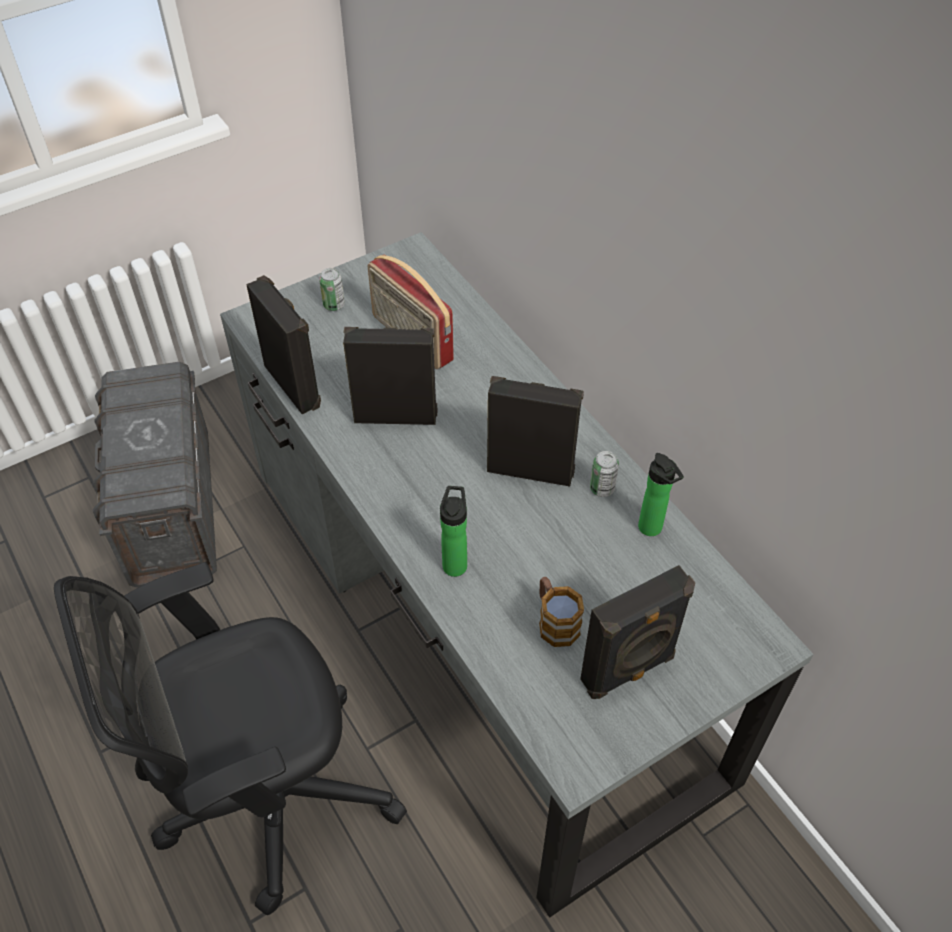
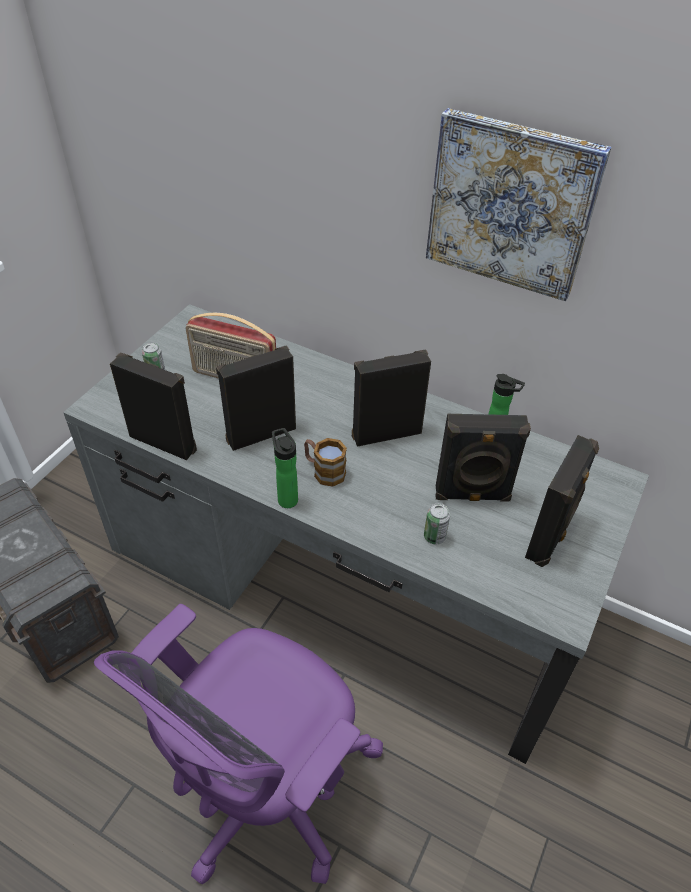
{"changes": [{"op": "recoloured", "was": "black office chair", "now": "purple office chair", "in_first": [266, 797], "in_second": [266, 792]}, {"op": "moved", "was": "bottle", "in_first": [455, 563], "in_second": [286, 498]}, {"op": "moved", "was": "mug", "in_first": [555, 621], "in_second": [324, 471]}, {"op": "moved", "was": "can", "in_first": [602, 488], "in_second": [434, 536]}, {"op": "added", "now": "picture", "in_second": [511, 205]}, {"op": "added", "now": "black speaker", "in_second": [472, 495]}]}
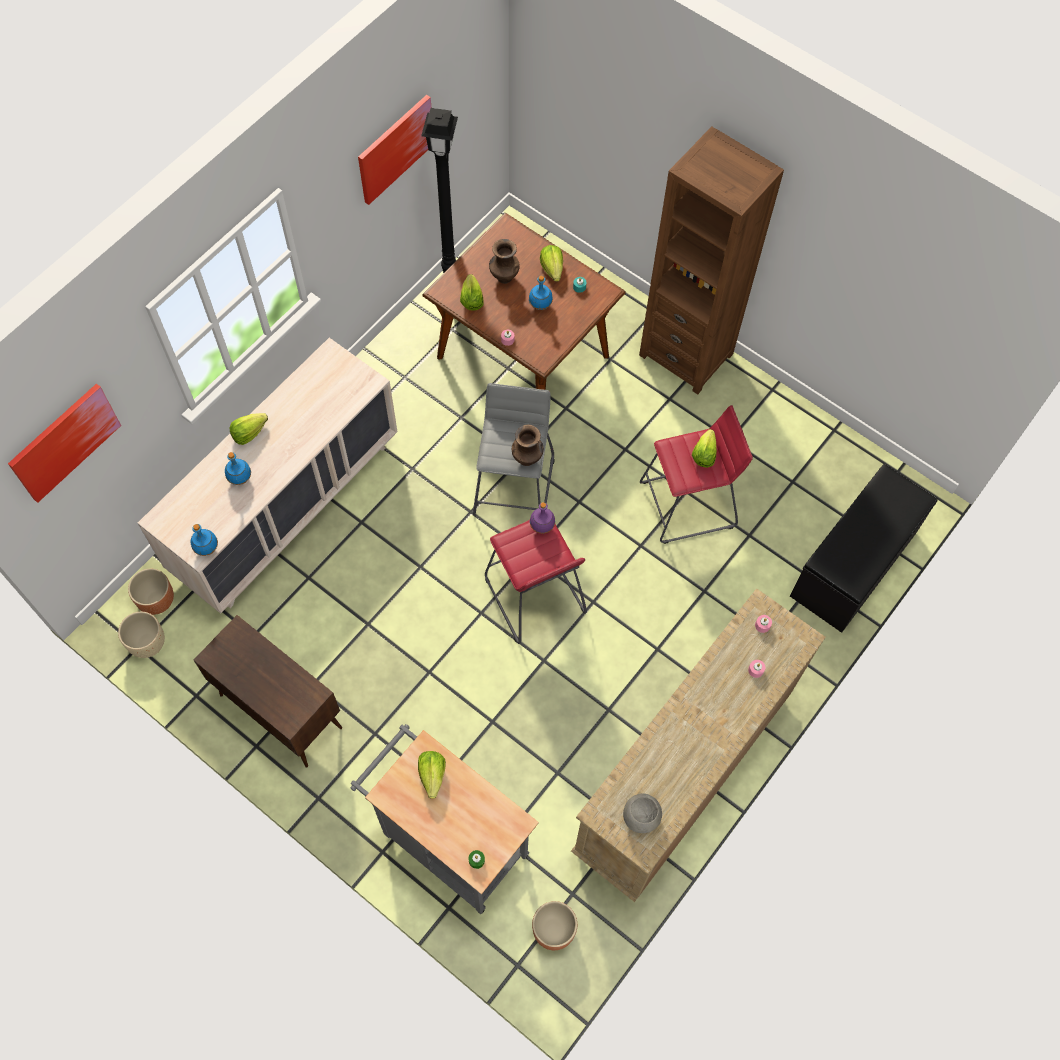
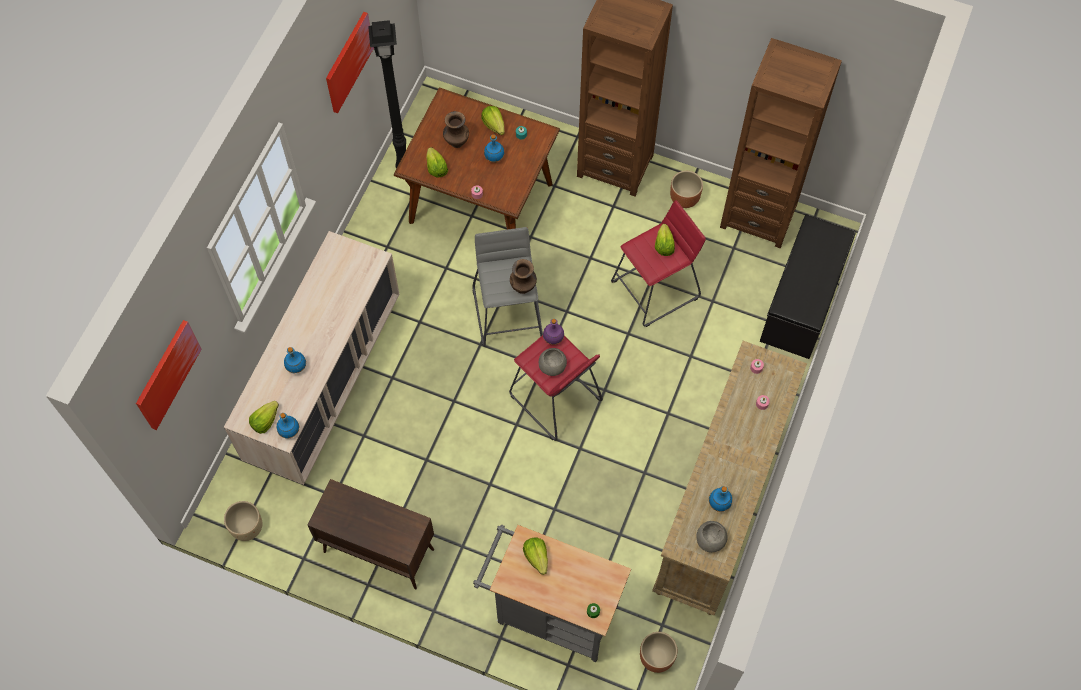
{"changes": [{"op": "moved", "was": "brown planter", "in_first": [157, 600], "in_second": [684, 198]}, {"op": "moved", "was": "lettuce", "in_first": [249, 433], "in_second": [265, 421]}, {"op": "added", "now": "grey bowl", "in_second": [552, 366]}, {"op": "added", "now": "blue bottle", "in_second": [719, 504]}, {"op": "added", "now": "brown bookcase", "in_second": [758, 216]}]}
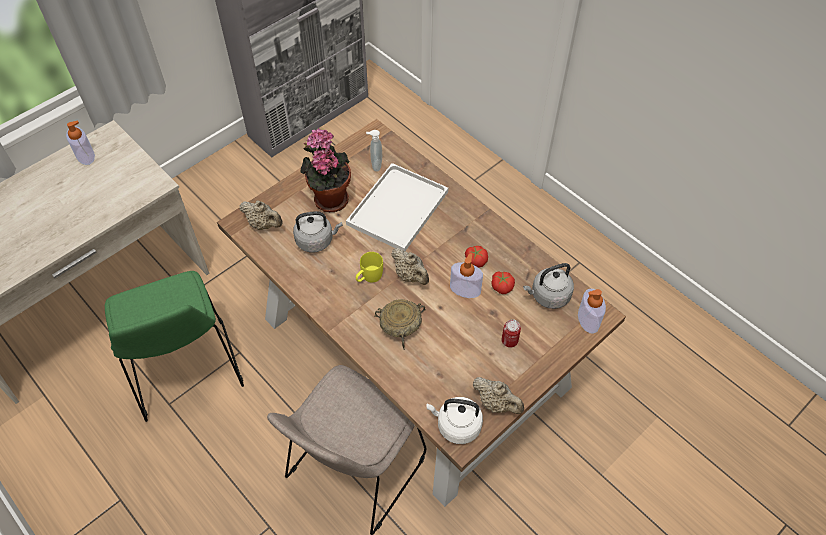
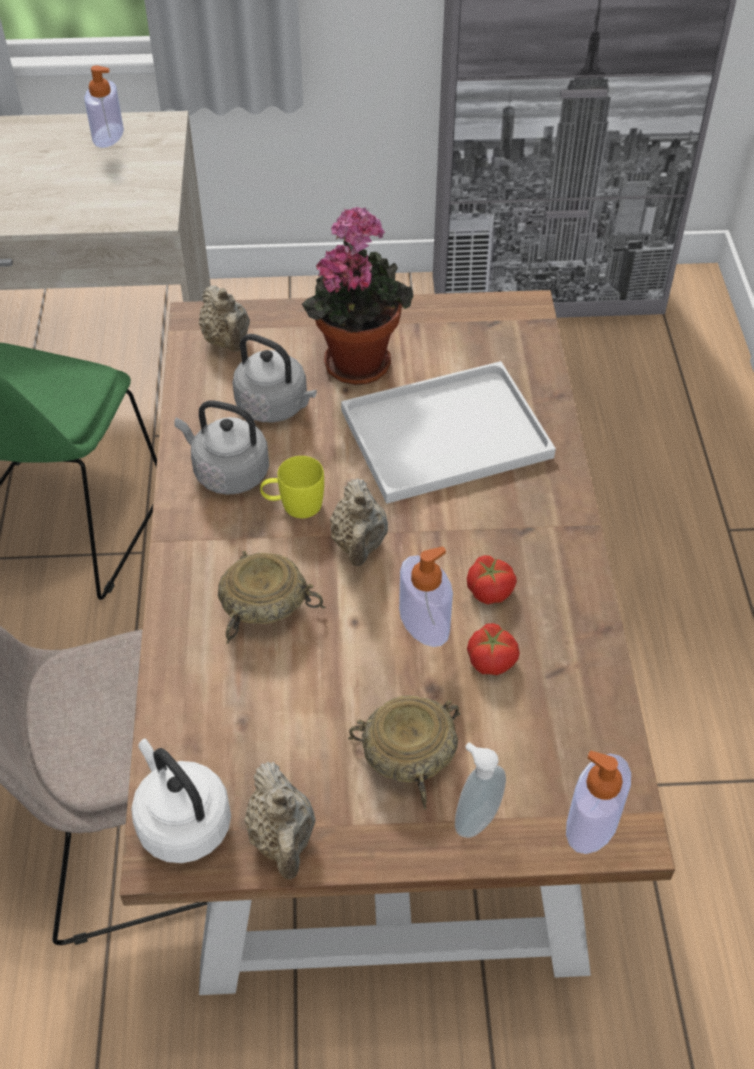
{"changes": [{"op": "moved", "was": "soap dispenser", "in_first": [375, 165], "in_second": [475, 818]}, {"op": "replaced", "was": "can", "now": "beige bowl", "in_first": [509, 341], "in_second": [411, 754]}, {"op": "moved", "was": "grey kettle", "in_first": [548, 296], "in_second": [227, 472]}]}
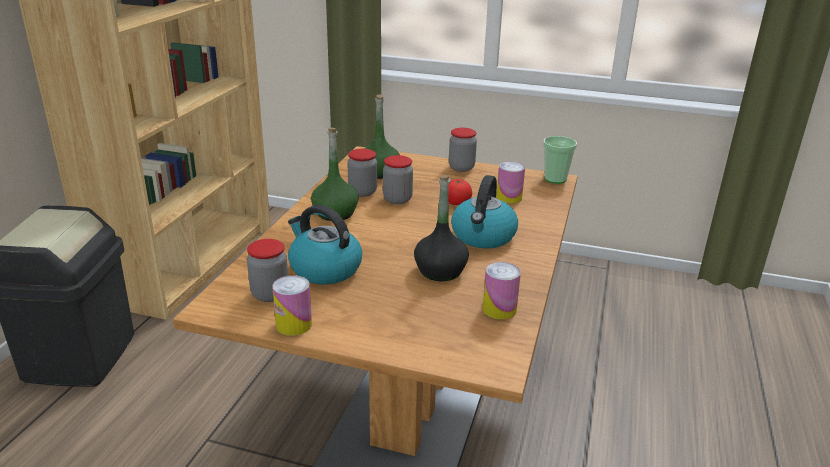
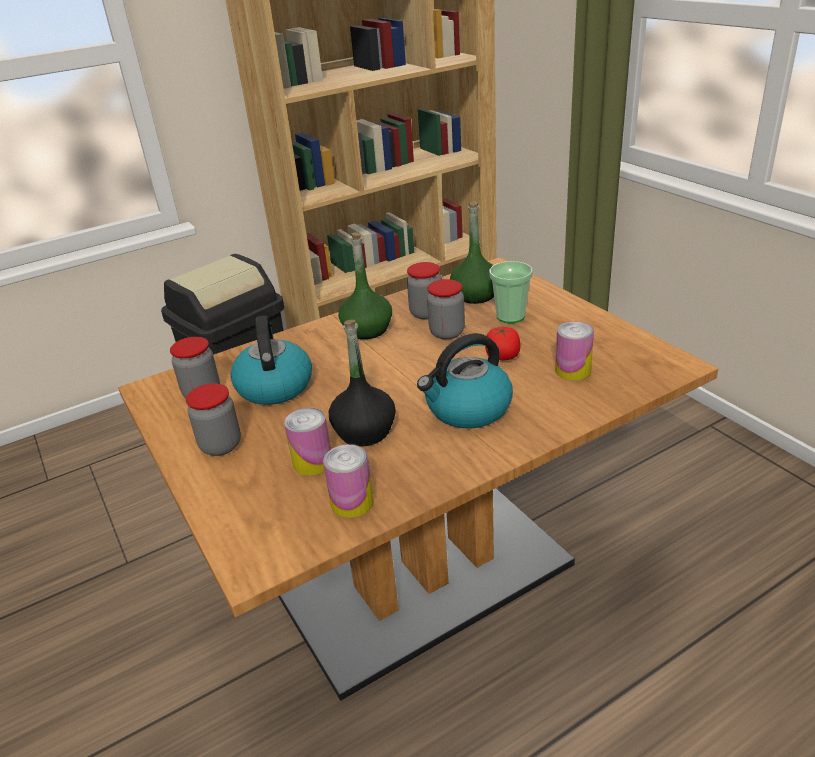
{"changes": [{"op": "moved", "was": "can", "in_first": [293, 325], "in_second": [312, 462]}, {"op": "moved", "was": "jar", "in_first": [461, 167], "in_second": [221, 445]}, {"op": "moved", "was": "cup", "in_first": [555, 179], "in_second": [510, 316]}]}
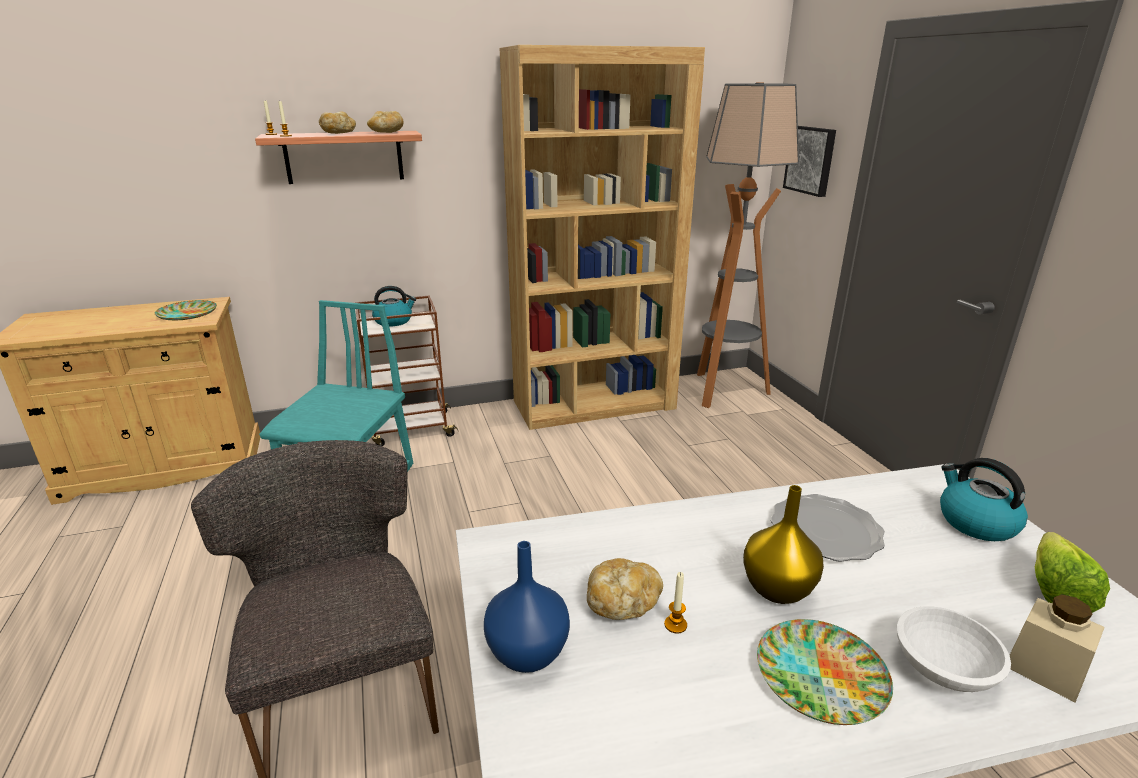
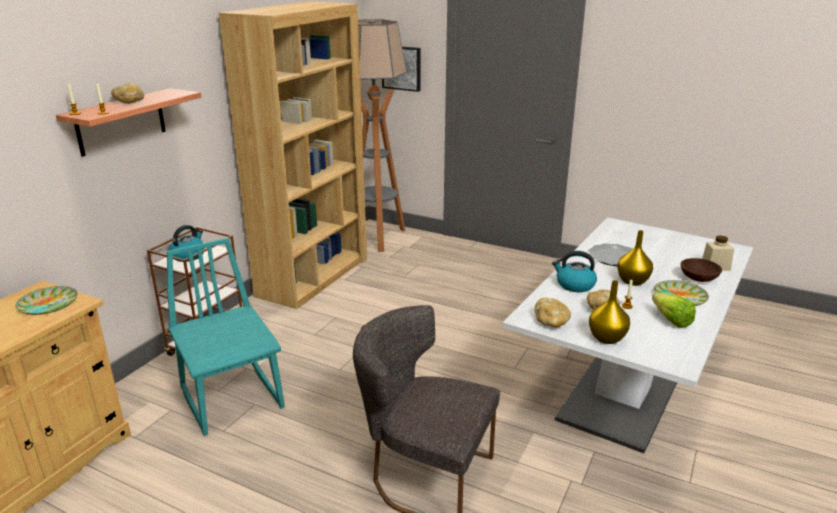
{"changes": [{"op": "moved", "was": "bread", "in_first": [387, 132], "in_second": [551, 321]}, {"op": "recoloured", "was": "blue vase", "now": "yellow vase", "in_first": [528, 655], "in_second": [607, 338]}, {"op": "recoloured", "was": "white bowl", "now": "brown bowl", "in_first": [944, 668], "in_second": [698, 278]}, {"op": "moved", "was": "kettle", "in_first": [975, 522], "in_second": [574, 285]}, {"op": "moved", "was": "lettuce", "in_first": [1055, 587], "in_second": [669, 319]}]}
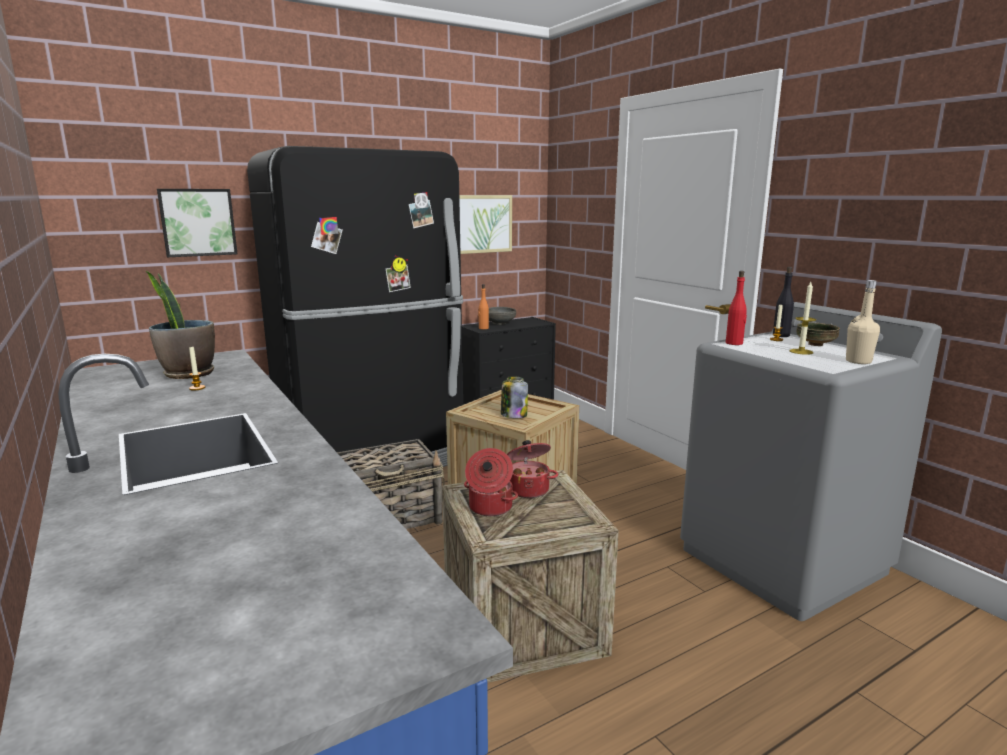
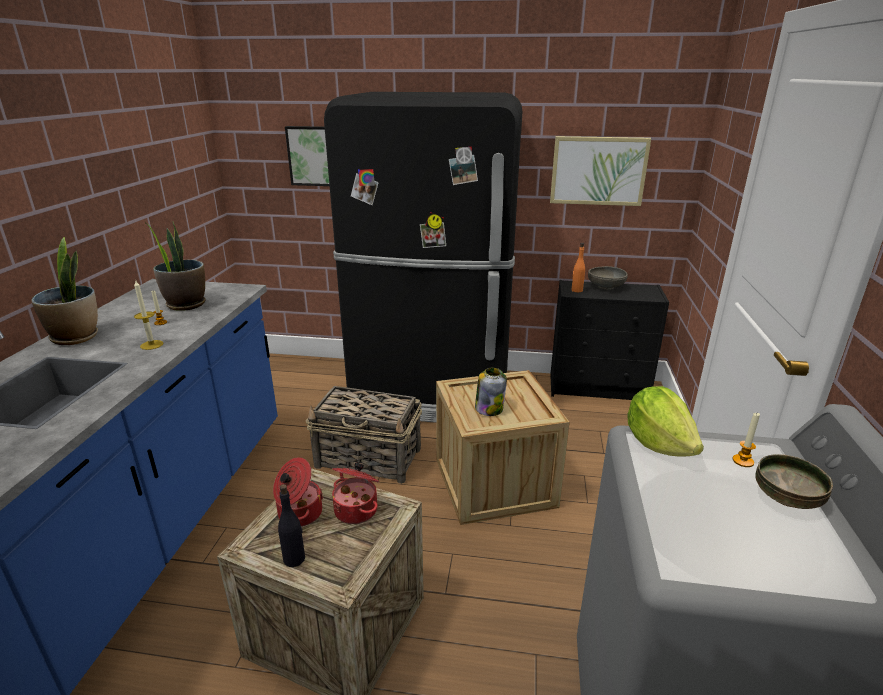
{"changes": [{"op": "replaced", "was": "red bottle", "now": "lettuce", "in_first": [734, 343], "in_second": [659, 443]}, {"op": "moved", "was": "black bottle", "in_first": [781, 335], "in_second": [294, 558]}, {"op": "moved", "was": "candle", "in_first": [801, 351], "in_second": [151, 345]}, {"op": "removed", "was": "beige bottle", "in_first": [858, 361]}, {"op": "added", "now": "potted plant", "in_second": [76, 337]}]}
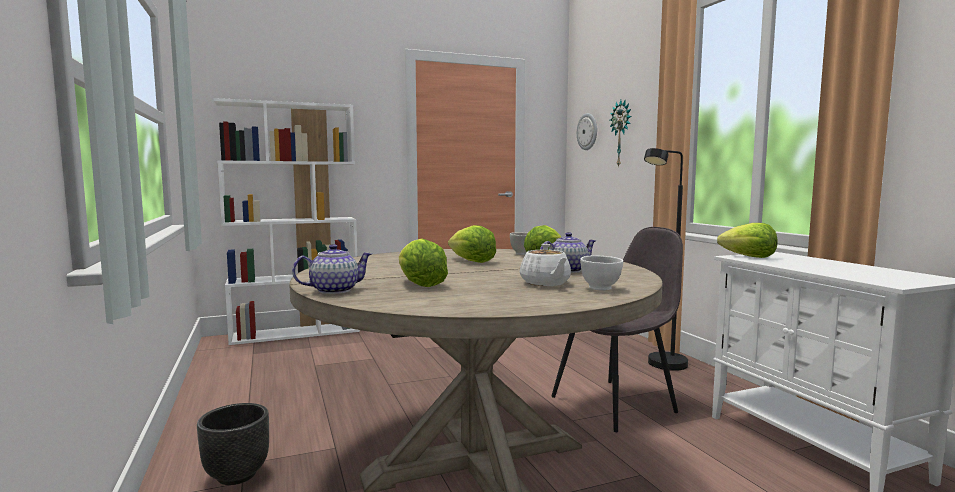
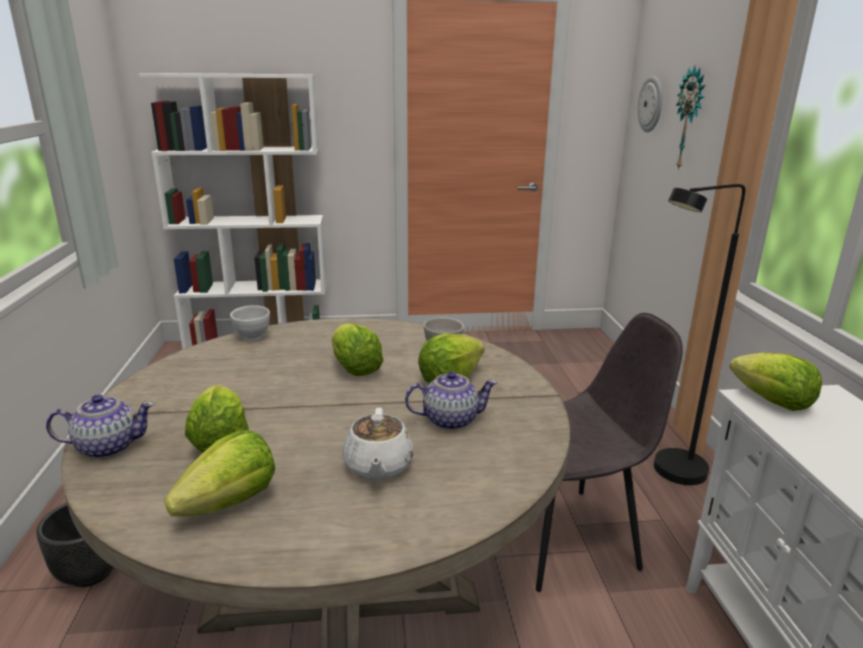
{"changes": [{"op": "moved", "was": "white bowl", "in_first": [600, 288], "in_second": [252, 337]}, {"op": "added", "now": "lettuce", "in_second": [230, 502]}]}
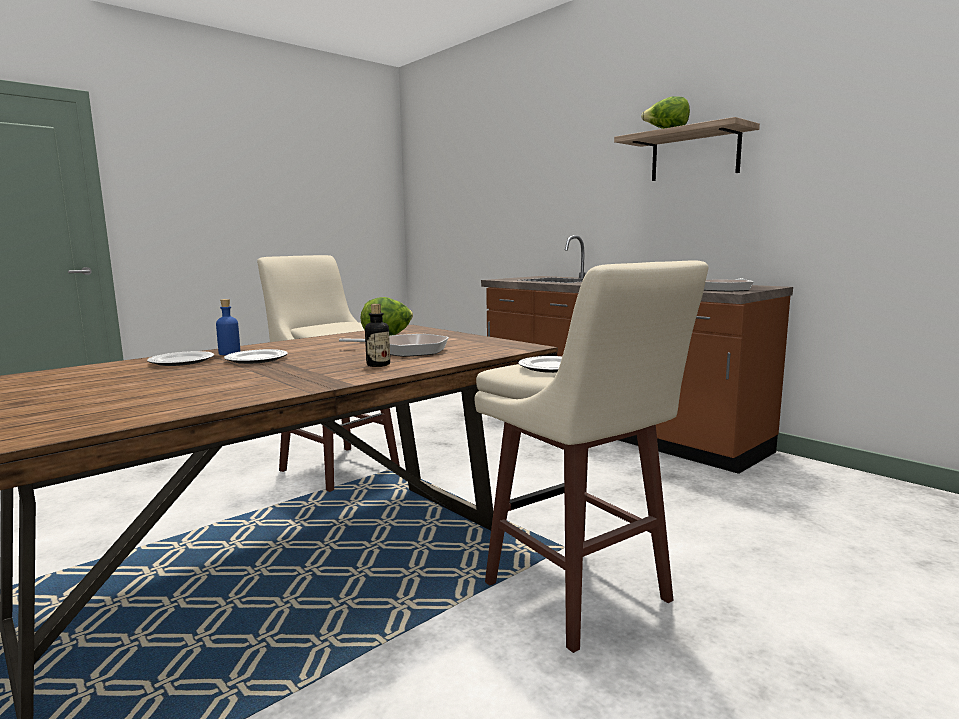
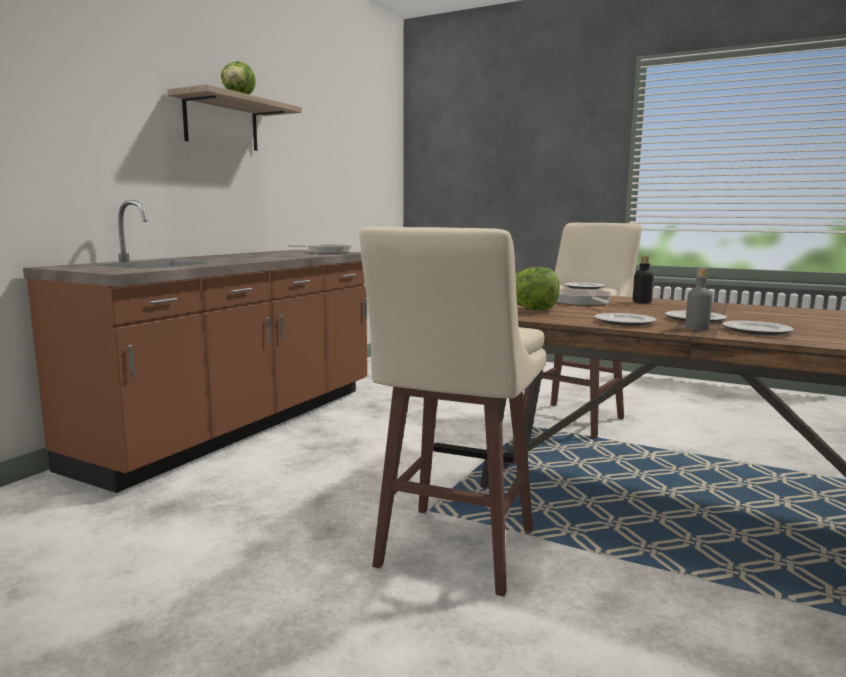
{"changes": [{"op": "recoloured", "was": "blue bottle", "now": "grey bottle", "in_first": [229, 353], "in_second": [696, 328]}, {"op": "added", "now": "plate", "in_second": [625, 322]}]}
